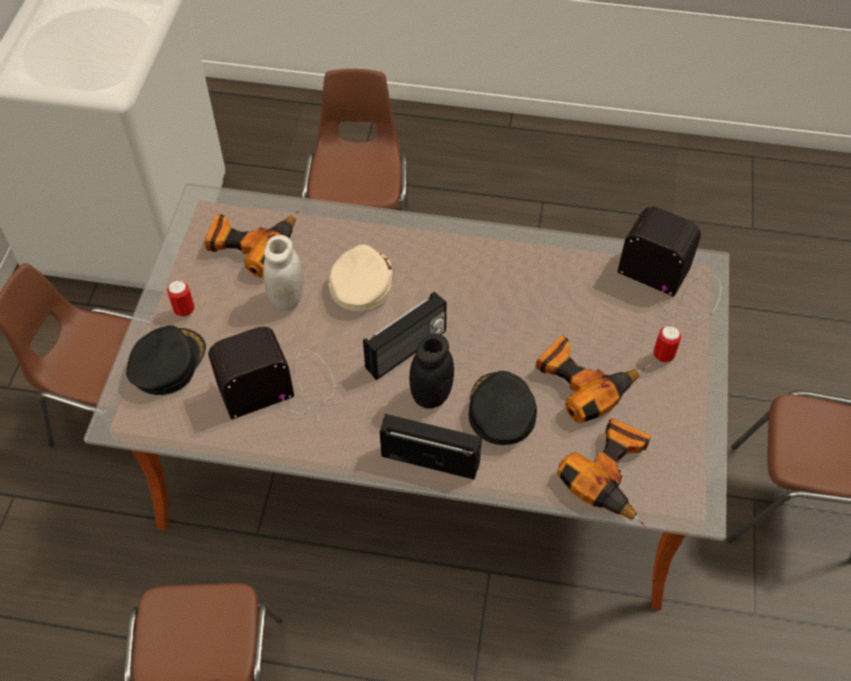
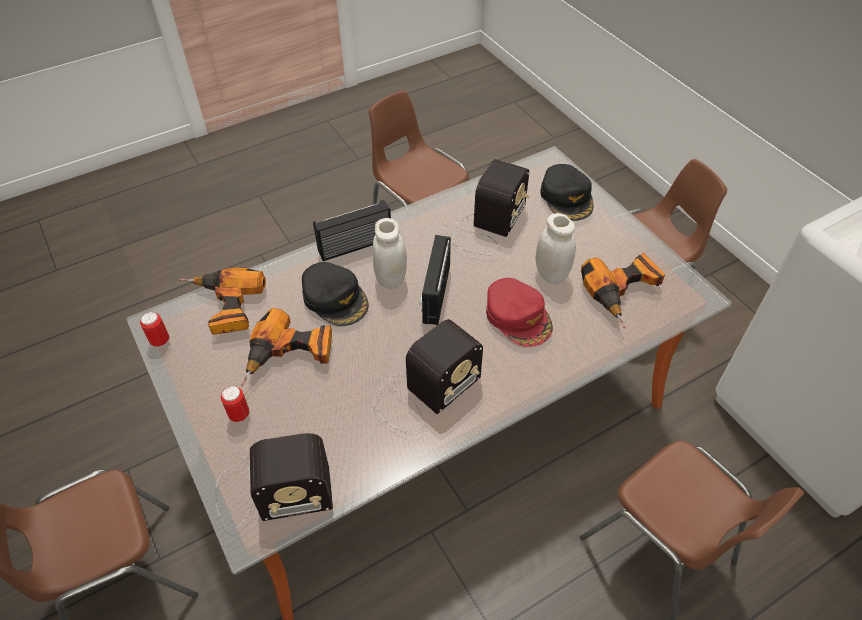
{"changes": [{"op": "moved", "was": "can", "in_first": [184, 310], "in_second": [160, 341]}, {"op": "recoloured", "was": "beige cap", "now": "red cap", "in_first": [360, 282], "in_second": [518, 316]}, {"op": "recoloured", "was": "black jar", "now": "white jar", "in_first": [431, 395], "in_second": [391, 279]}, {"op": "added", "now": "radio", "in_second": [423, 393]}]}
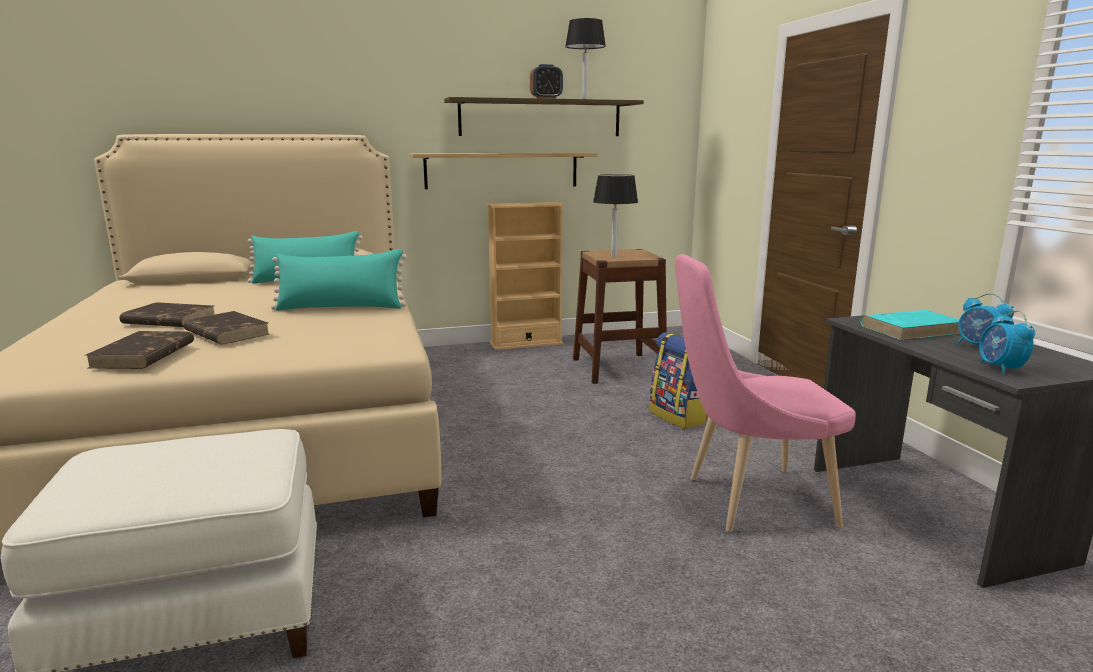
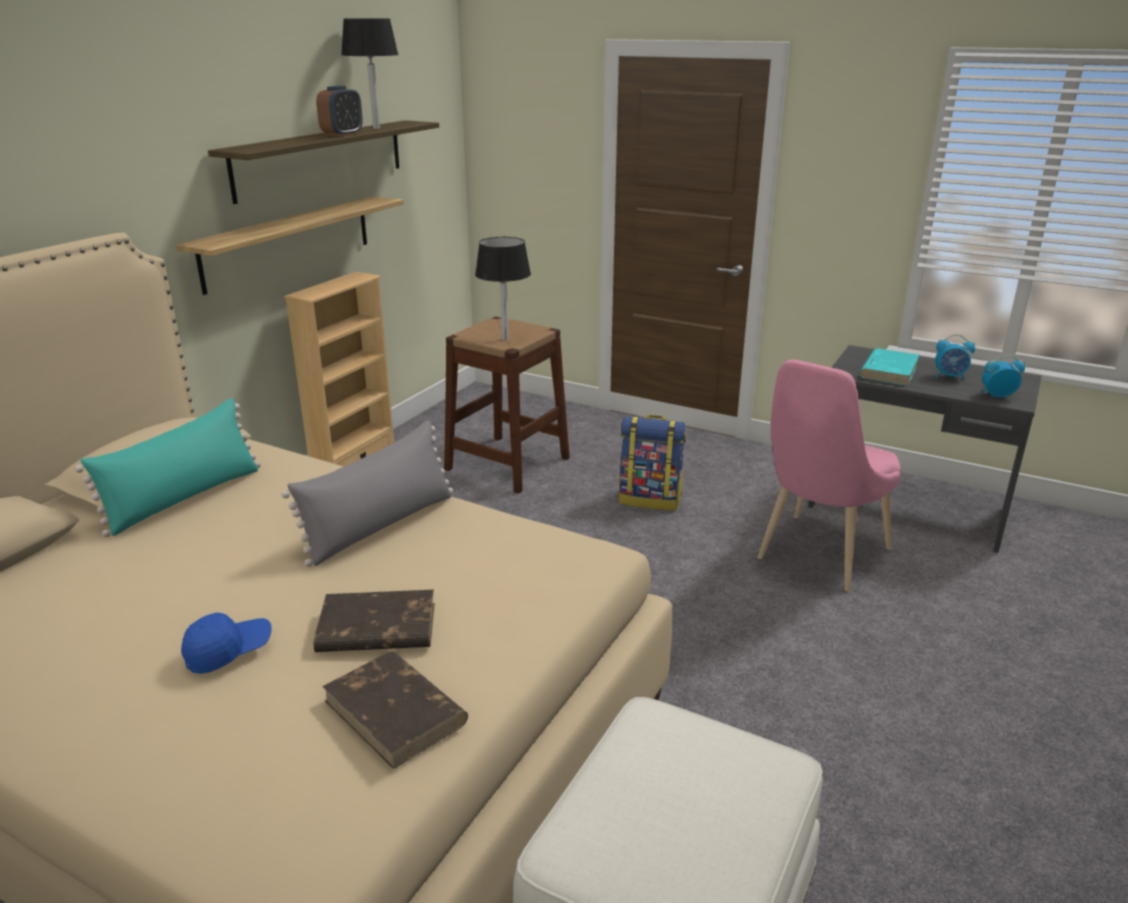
{"changes": [{"op": "replaced", "was": "brown book", "now": "blue cap", "in_first": [168, 320], "in_second": [228, 652]}, {"op": "recoloured", "was": "turquoise pillow", "now": "grey pillow", "in_first": [341, 308], "in_second": [380, 526]}, {"op": "turned", "was": "alarm clock", "in_first": [1000, 368], "in_second": [996, 396], "clockwise": 135}]}
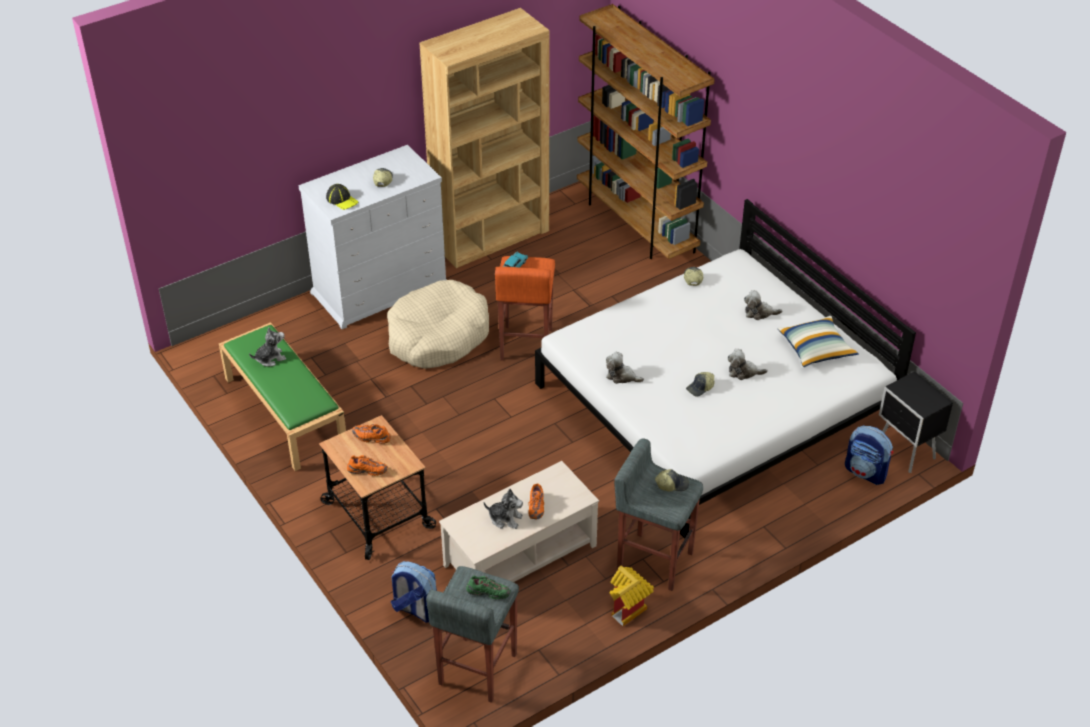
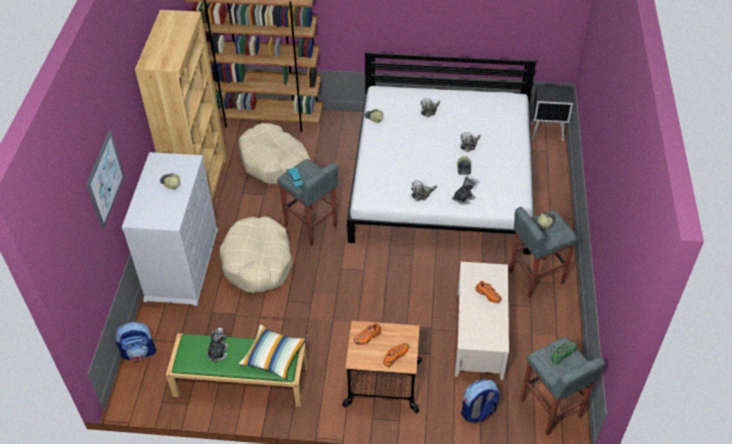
{"changes": [{"op": "removed", "was": "cap", "in_first": [342, 200]}, {"op": "moved", "was": "plush toy", "in_first": [505, 518], "in_second": [463, 198]}, {"op": "recoloured", "was": "orange stool", "now": "grey stool", "in_first": [525, 345], "in_second": [311, 227]}, {"op": "removed", "was": "toy house", "in_first": [629, 609]}, {"op": "moved", "was": "pillow", "in_first": [816, 349], "in_second": [273, 356]}, {"op": "moved", "was": "backpack", "in_first": [866, 472], "in_second": [139, 352]}, {"op": "added", "now": "picture", "in_second": [104, 179]}, {"op": "added", "now": "beige dog bed", "in_second": [274, 162]}]}
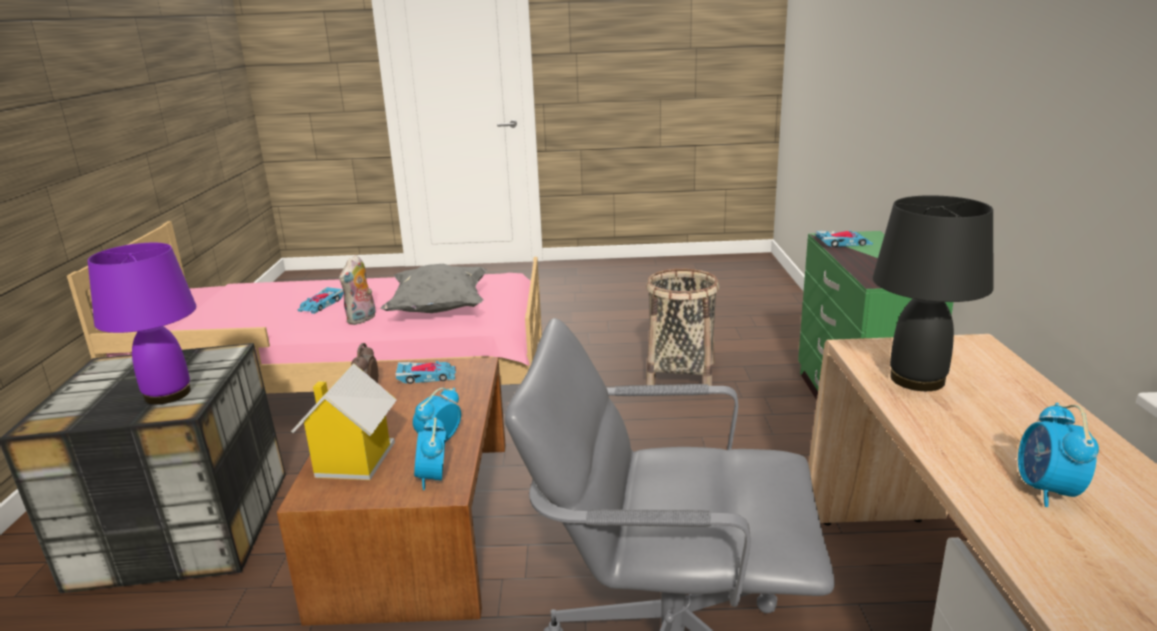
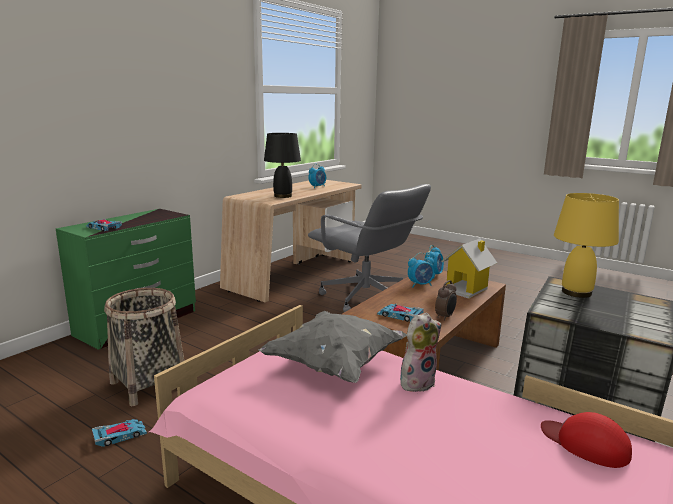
{"changes": [{"op": "recoloured", "was": "purple table lamp", "now": "yellow table lamp", "in_first": [168, 395], "in_second": [576, 292]}, {"op": "moved", "was": "toy car", "in_first": [321, 304], "in_second": [120, 435]}, {"op": "added", "now": "red cap", "in_second": [585, 443]}]}
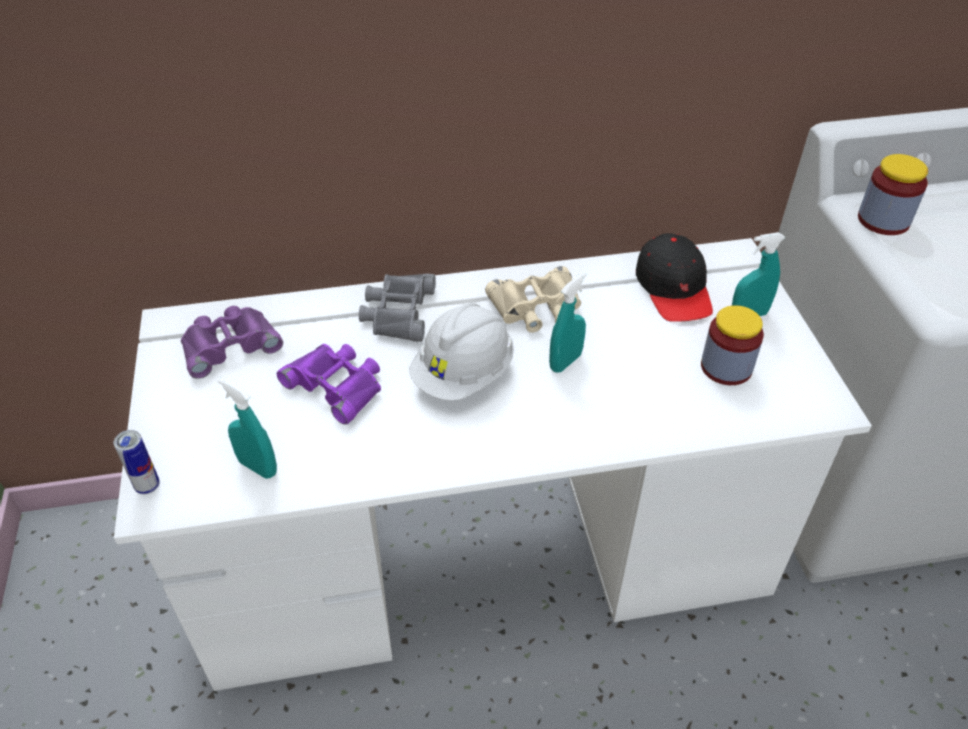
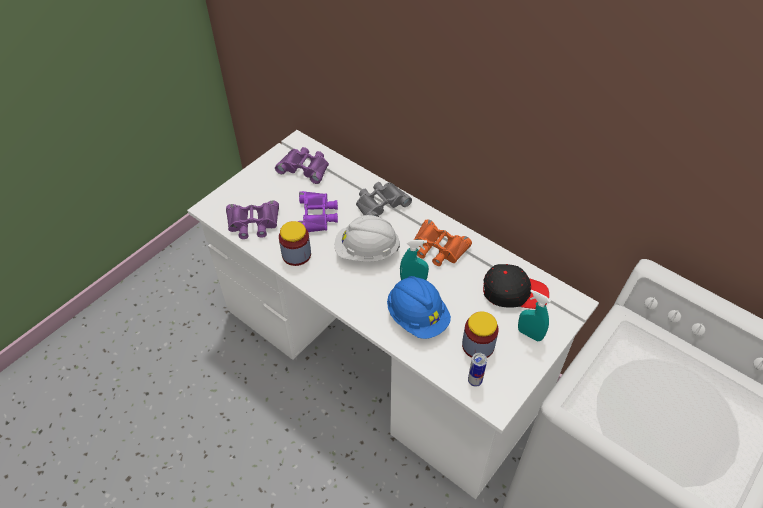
{"changes": [{"op": "moved", "was": "can", "in_first": [147, 486], "in_second": [475, 381]}, {"op": "replaced", "was": "turquoise spray bottle", "now": "purple binoculars", "in_first": [258, 467], "in_second": [253, 223]}, {"op": "recoloured", "was": "beige binoculars", "now": "orange binoculars", "in_first": [536, 307], "in_second": [438, 248]}, {"op": "turned", "was": "black cap", "in_first": [674, 288], "in_second": [514, 292], "clockwise": -120}, {"op": "moved", "was": "jar", "in_first": [883, 220], "in_second": [296, 254]}, {"op": "added", "now": "blue hard hat", "in_second": [417, 317]}]}
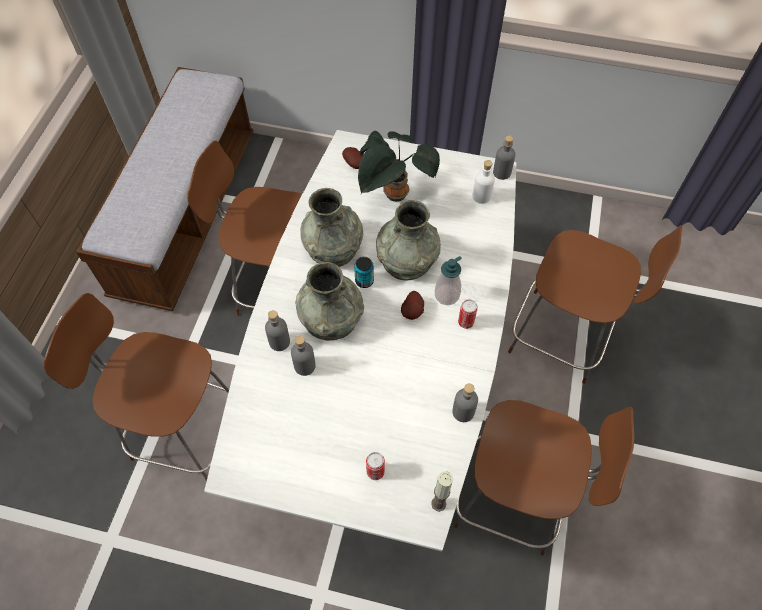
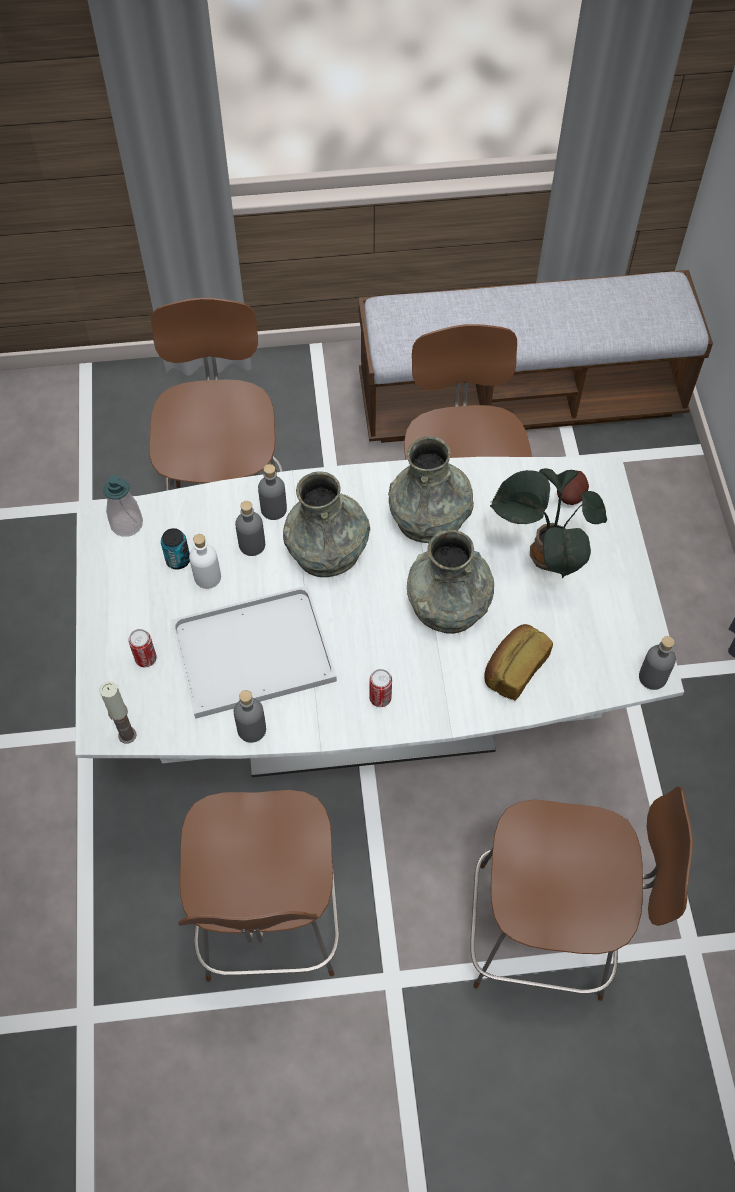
{"changes": [{"op": "moved", "was": "can", "in_first": [364, 281], "in_second": [178, 560]}, {"op": "removed", "was": "potato", "in_first": [413, 311]}, {"op": "moved", "was": "soap dispenser", "in_first": [447, 295], "in_second": [127, 524]}, {"op": "moved", "was": "white bottle", "in_first": [481, 196], "in_second": [207, 577]}, {"op": "turned", "was": "brown chair", "in_first": [562, 337], "in_second": [546, 931], "clockwise": -90}, {"op": "added", "now": "white tray", "in_second": [250, 655]}, {"op": "added", "now": "bread", "in_second": [514, 669]}]}
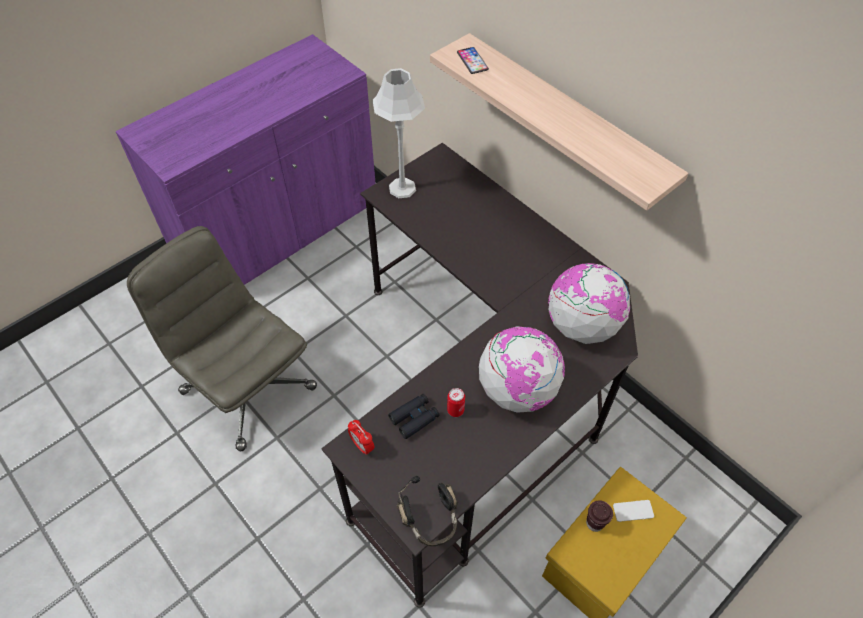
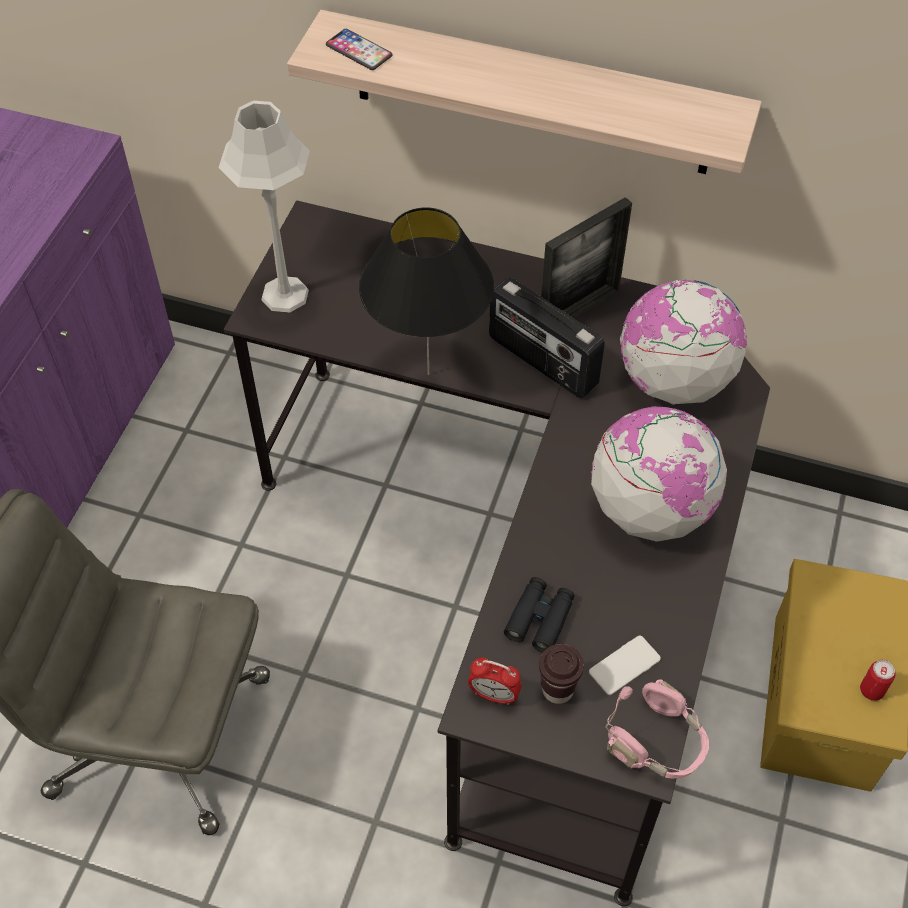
{"changes": [{"op": "recoloured", "was": "black headphones", "now": "pink headphones", "in_first": [431, 519], "in_second": [658, 743]}, {"op": "moved", "was": "can", "in_first": [455, 410], "in_second": [871, 690]}, {"op": "moved", "was": "brown cup", "in_first": [594, 523], "in_second": [557, 690]}, {"op": "moved", "was": "phone", "in_first": [633, 511], "in_second": [624, 665]}, {"op": "added", "now": "black table lamp", "in_second": [429, 375]}, {"op": "added", "now": "radio", "in_second": [541, 362]}, {"op": "added", "now": "picture frame", "in_second": [579, 311]}]}
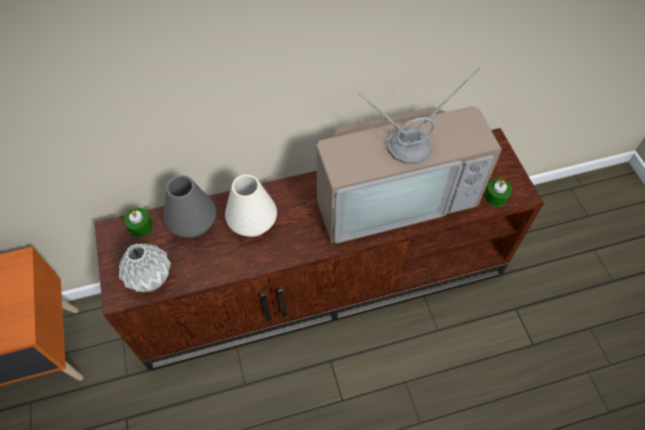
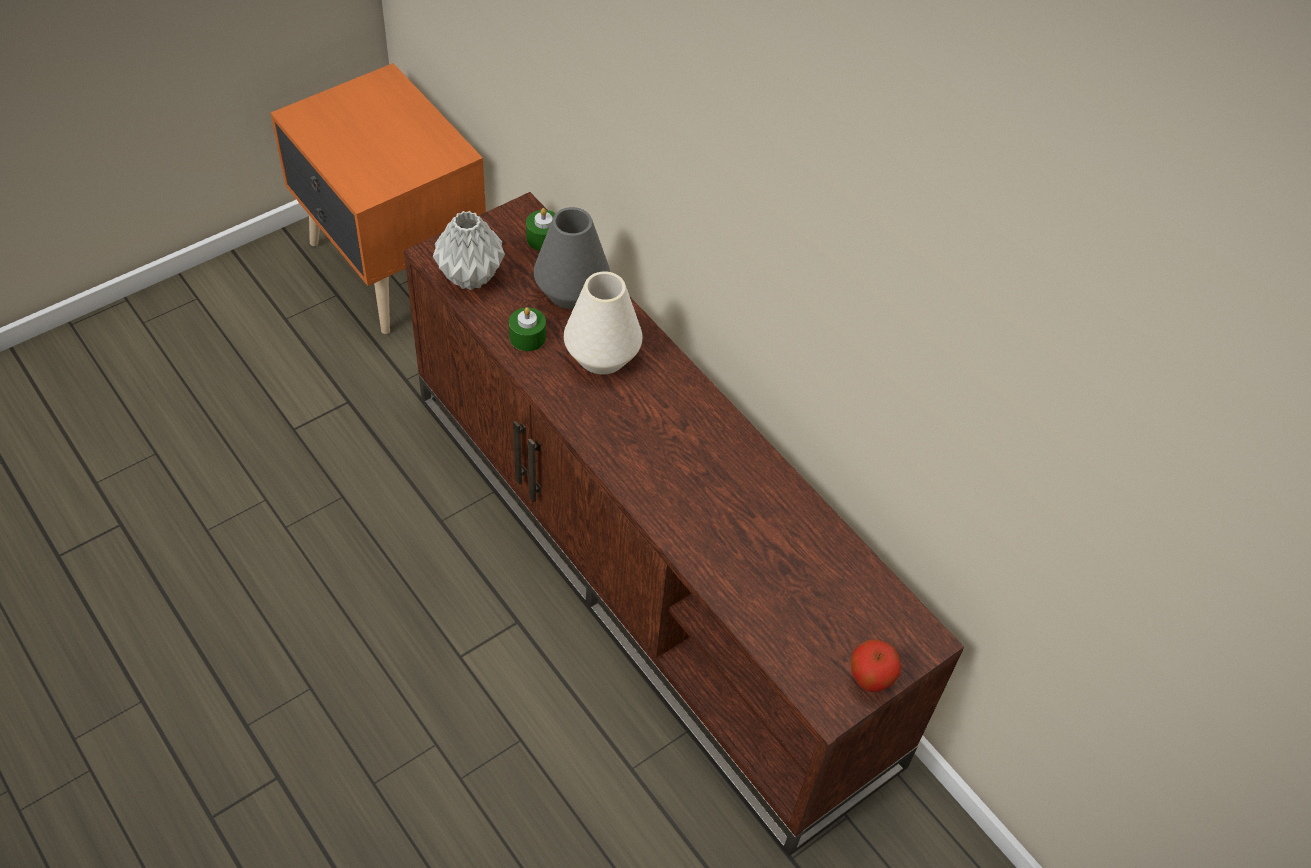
{"changes": [{"op": "removed", "was": "television", "in_first": [394, 194]}, {"op": "moved", "was": "green candle", "in_first": [495, 196], "in_second": [527, 337]}, {"op": "added", "now": "apple", "in_second": [869, 680]}]}
